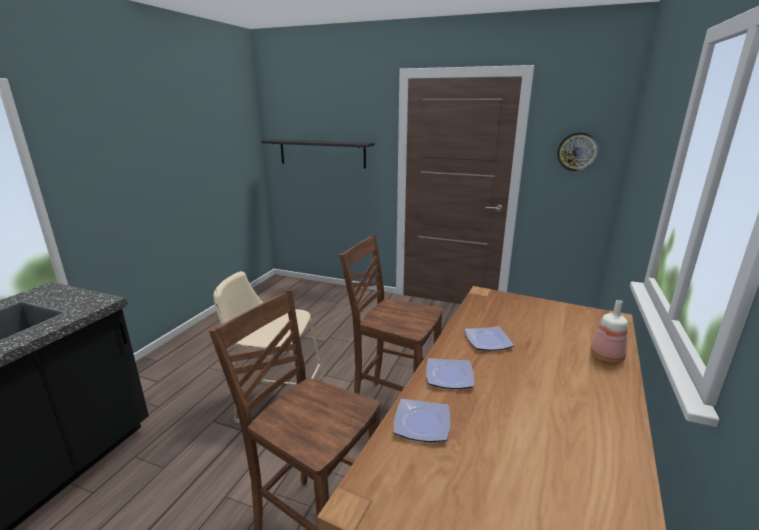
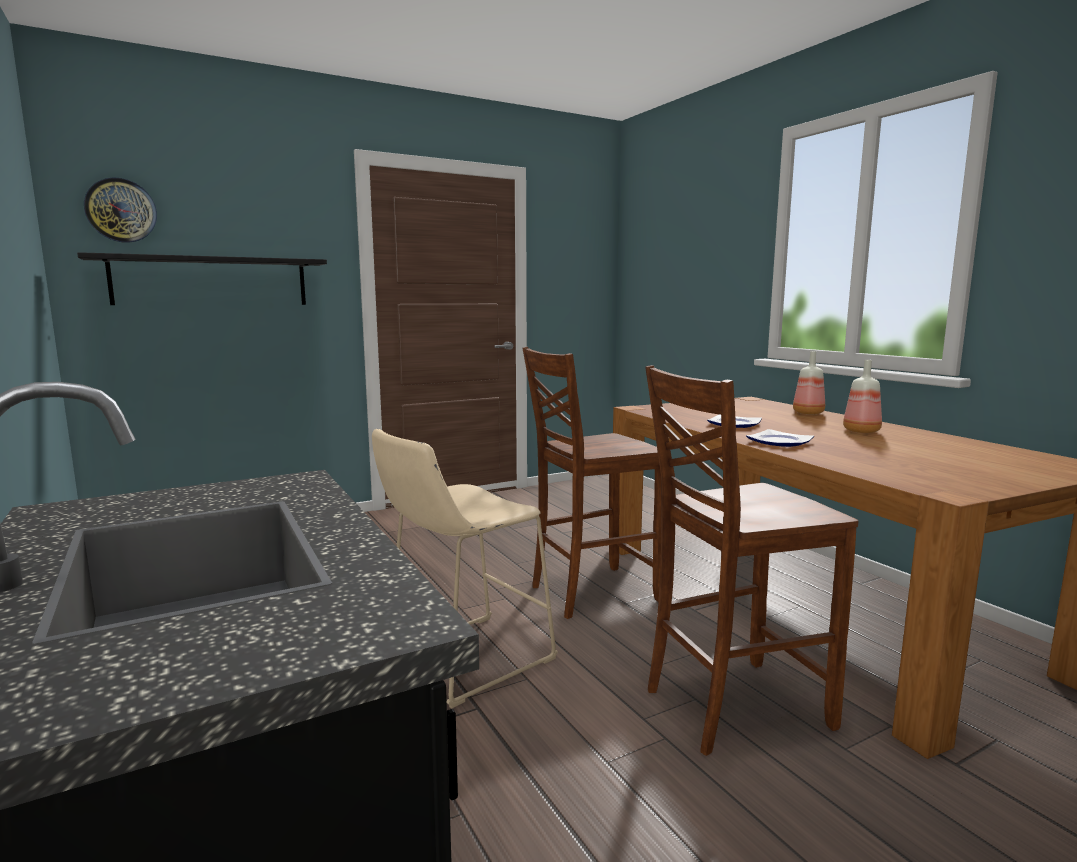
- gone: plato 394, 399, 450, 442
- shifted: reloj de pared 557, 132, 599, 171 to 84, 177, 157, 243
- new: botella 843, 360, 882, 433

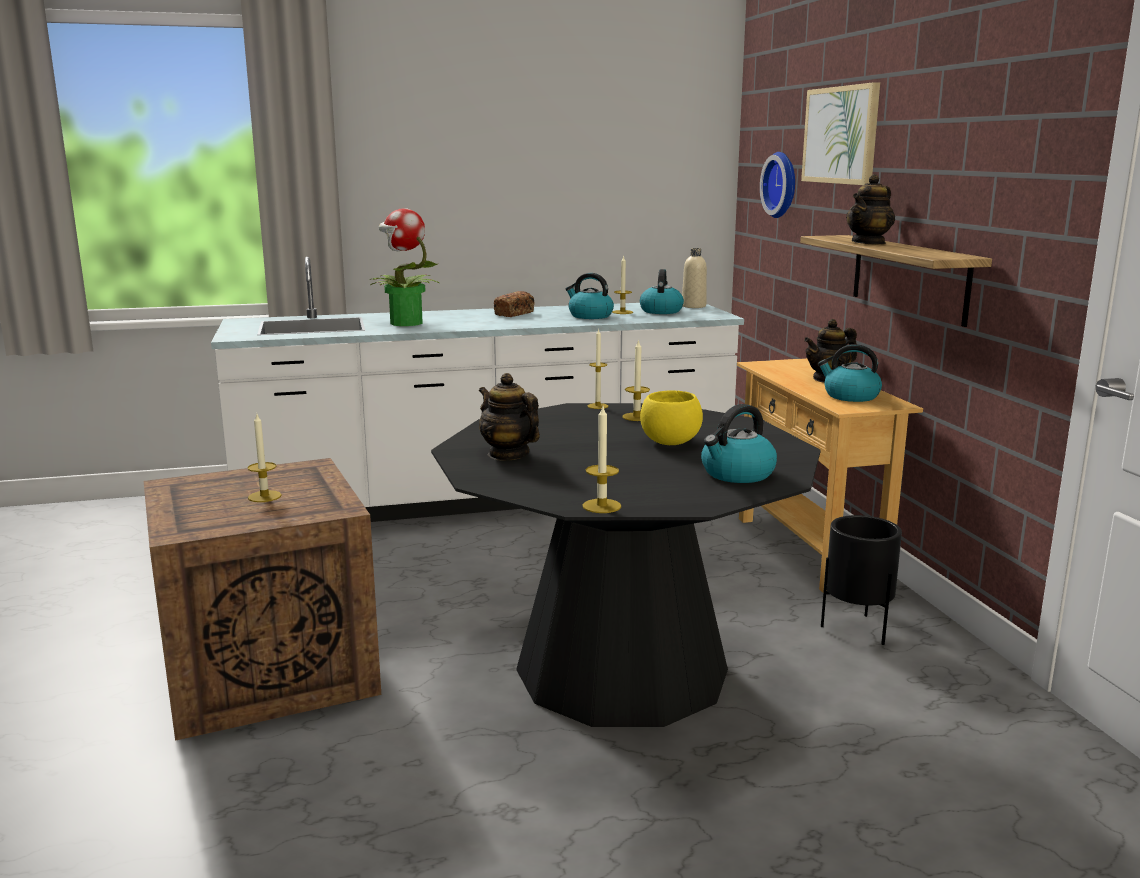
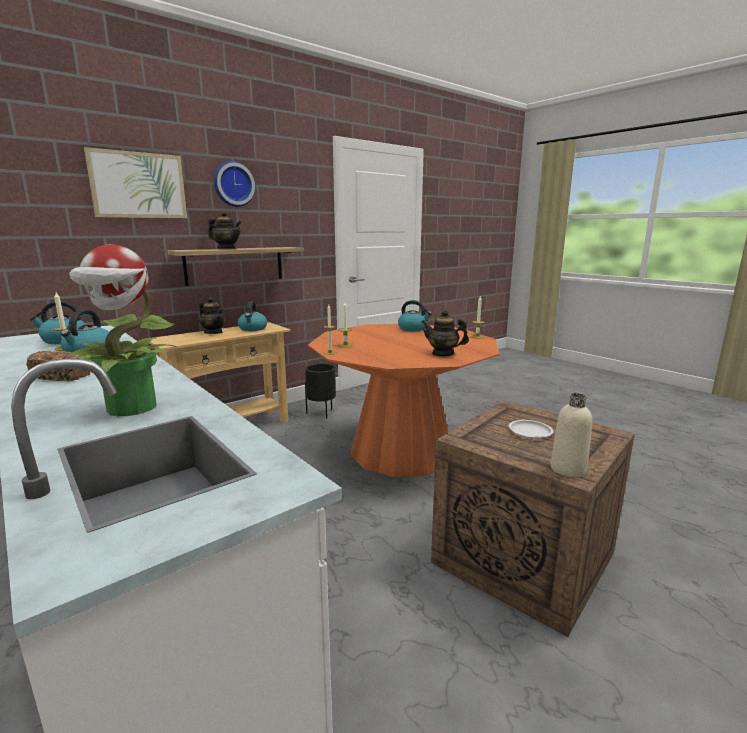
- swapped: vela 247, 414, 282, 502 to plato (blanco) 509, 420, 553, 439
- repainted: mesa de comedor (negro) 431, 403, 821, 727 to mesa de comedor (naranja) 308, 324, 499, 477
- rotated: tetera 479, 373, 540, 461 = 422, 310, 469, 357 90 degrees clockwise
- gone: cuenco (amarillo) 640, 390, 703, 445
- shifted: botella (beis) 682, 248, 707, 308 to 551, 393, 592, 477
- shifted: reloj de pared 760, 152, 795, 218 to 214, 161, 255, 207

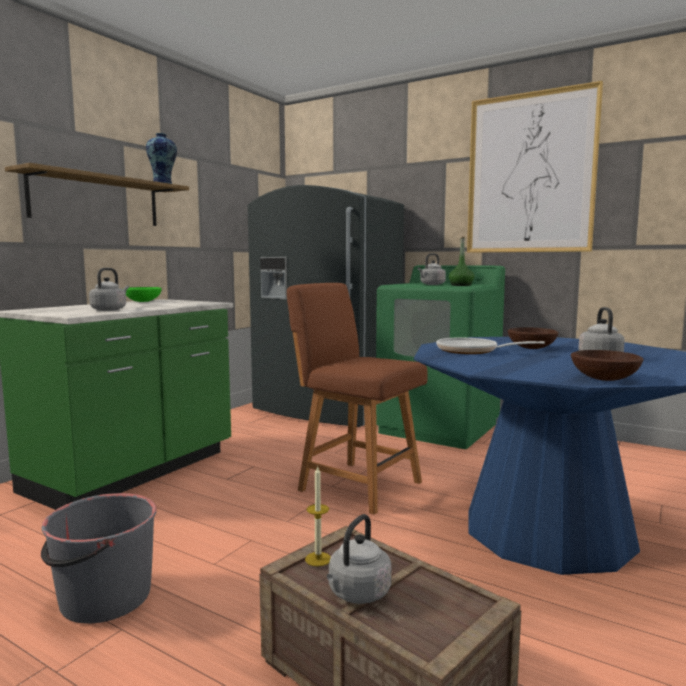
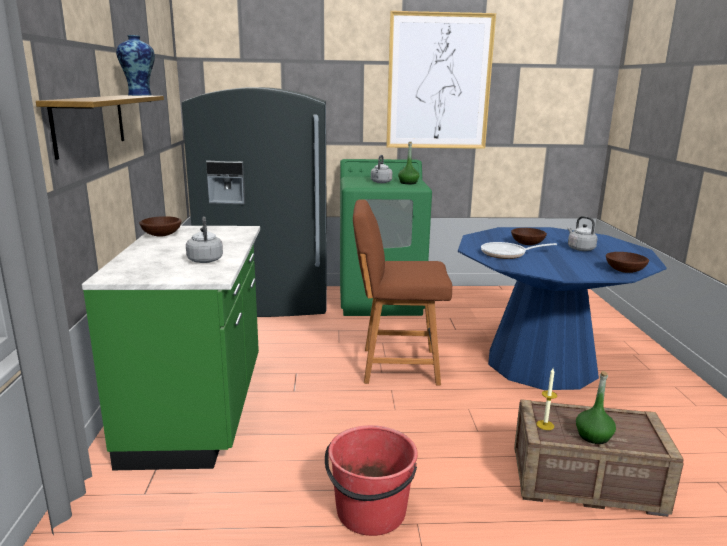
- repainted: cubo (gris) 41, 493, 157, 623 to cubo (rojo) 325, 425, 418, 536
- repainted: cuenco (verde) 126, 287, 162, 302 to cuenco (marrón) 139, 216, 182, 237
- swapped: hervidor (gris) 327, 514, 391, 604 to botella (verde) 576, 371, 616, 444

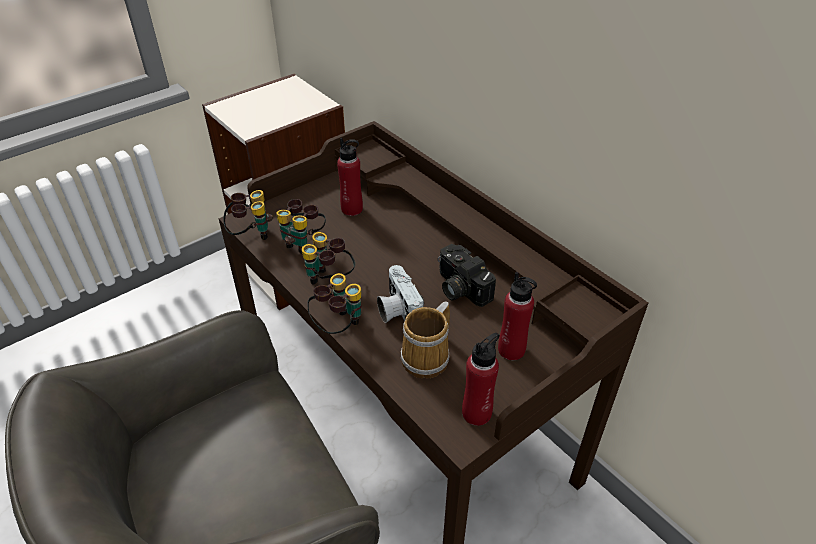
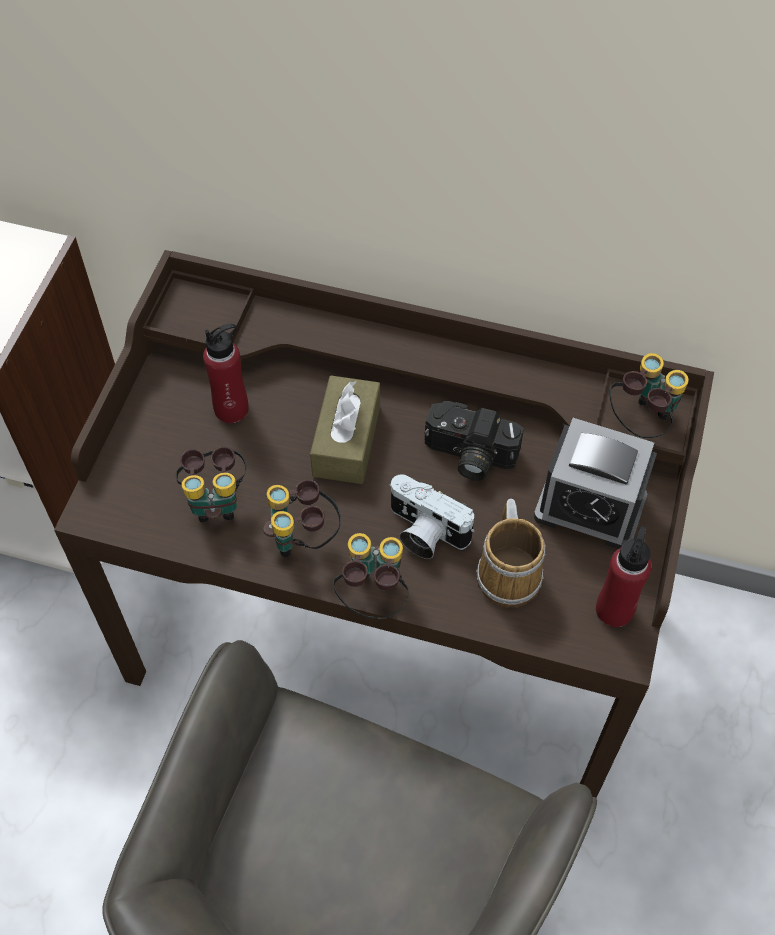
- shifted: prismáticos 223, 190, 273, 240 to 610, 353, 689, 438
- swapped: botella (rojo) 498, 272, 537, 360 to despertador 534, 418, 657, 549
- new: caja de pañuelos (marrón) 310, 376, 380, 484

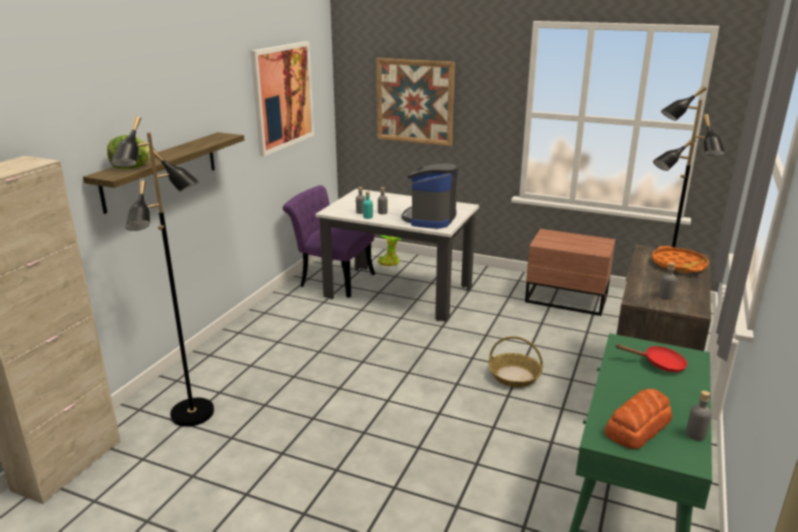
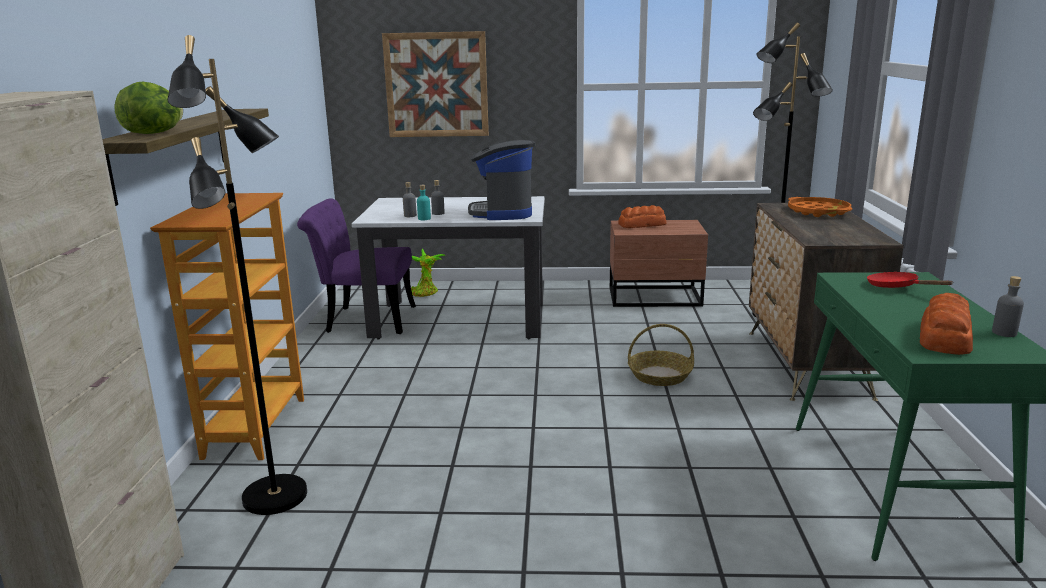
- gone: cuadro 251, 41, 314, 156
- rotated: sartén (rojo) 616, 344, 688, 372 = 867, 272, 954, 288 120 degrees counterclockwise
- gone: botella (gris) 659, 262, 677, 300
- new: estantería 150, 193, 304, 460
- new: pan 618, 205, 666, 228

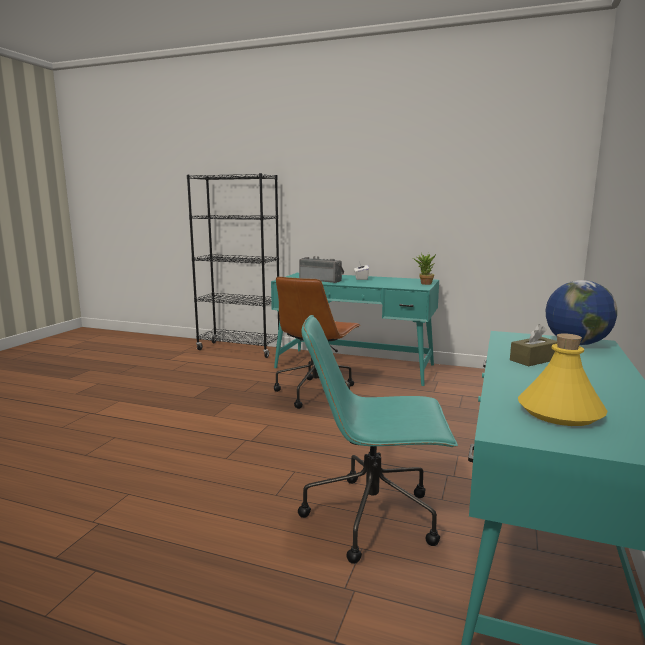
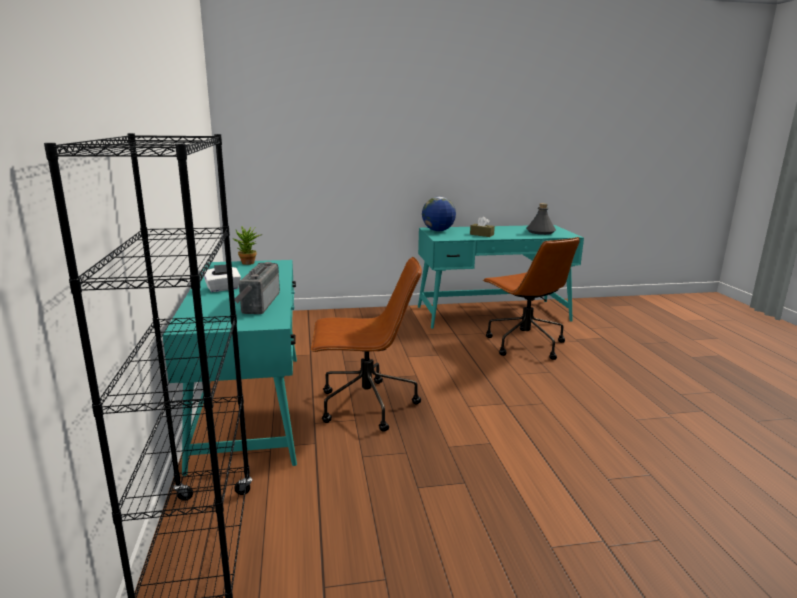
- repainted: silla de oficina (turquesa) 298, 315, 458, 564 to silla de oficina (marrón) 483, 237, 580, 360
- repainted: botella (amarillo) 518, 333, 608, 426 to botella (gris) 526, 203, 556, 235

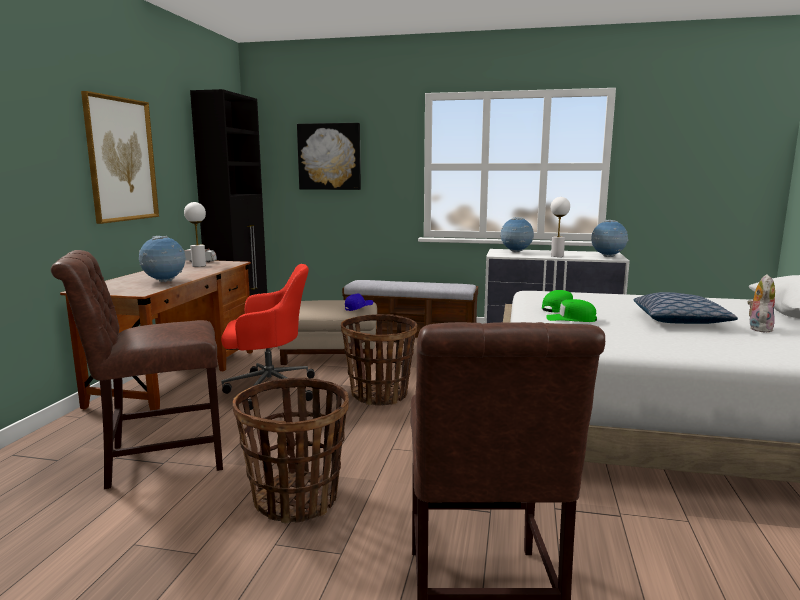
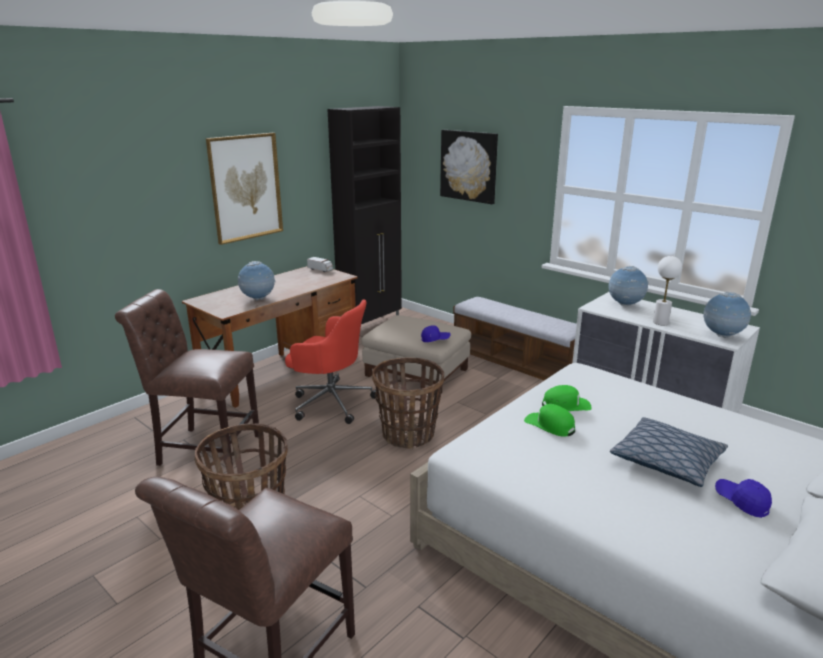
- gone: lámpara de mesa (blanco) 184, 202, 206, 267
- swapped: peluche 748, 274, 775, 333 to gorra (azul) 715, 479, 772, 518

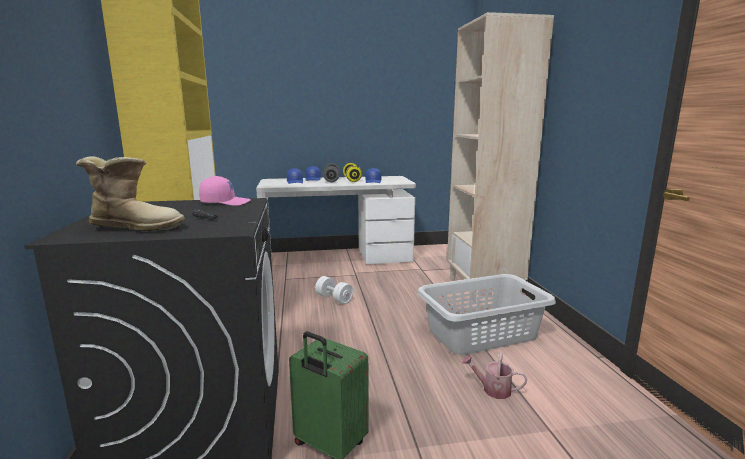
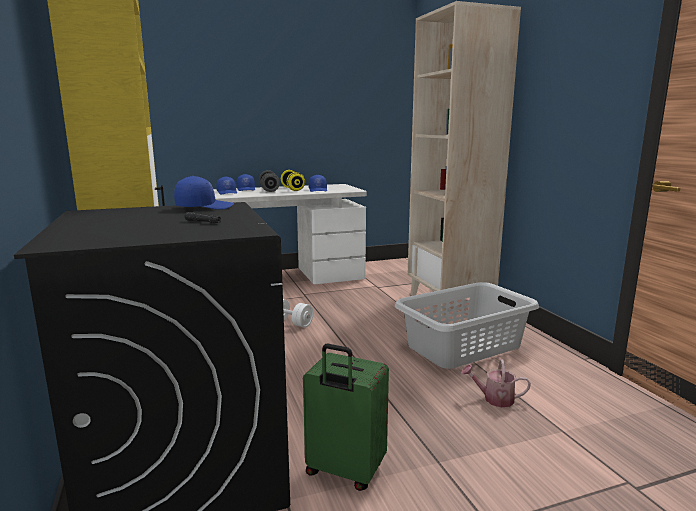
- gone: bota 76, 156, 185, 232
- repainted: gorra (rosa) 199, 176, 251, 206 to gorra (azul) 174, 176, 234, 210

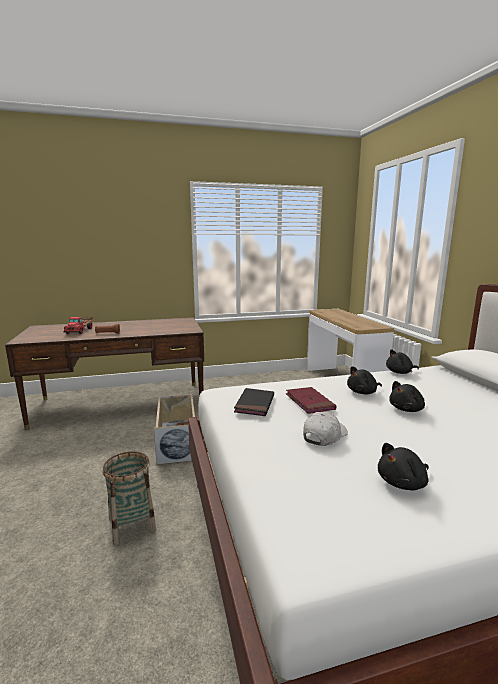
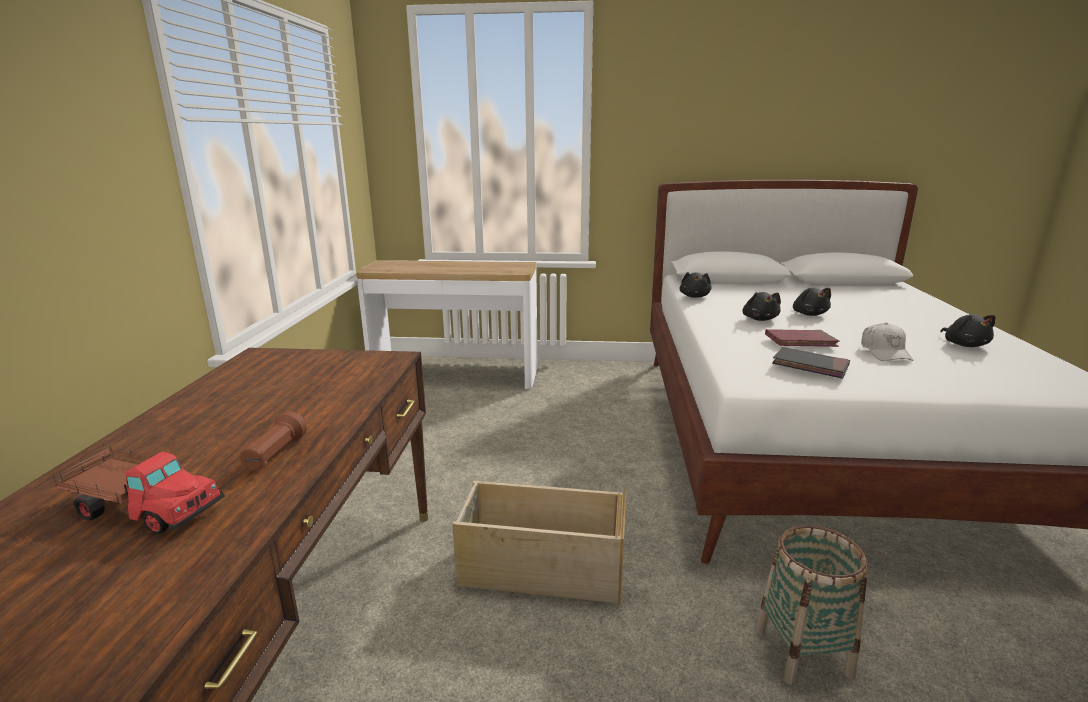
- rotated: gorra (blanco) 303, 412, 348, 446 = 861, 323, 913, 361 150 degrees counterclockwise

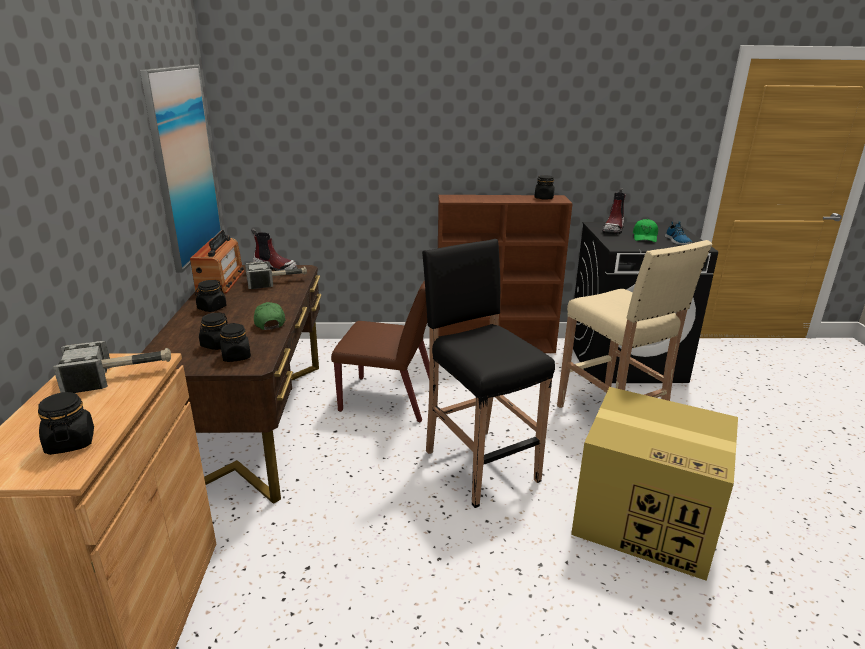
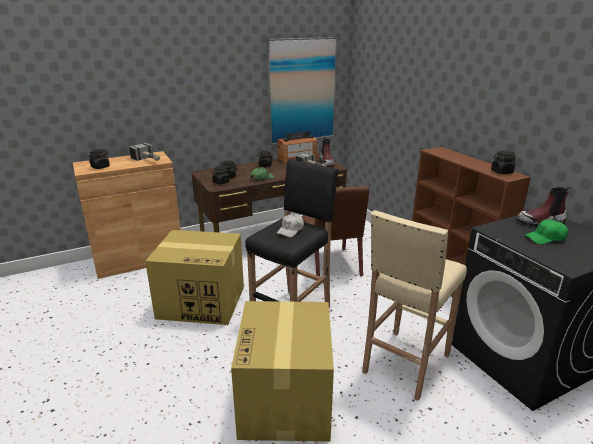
- gone: zapato 665, 221, 693, 245
- new: caja de cartón 145, 230, 244, 325
- new: gorra (blanco) 277, 214, 304, 237

